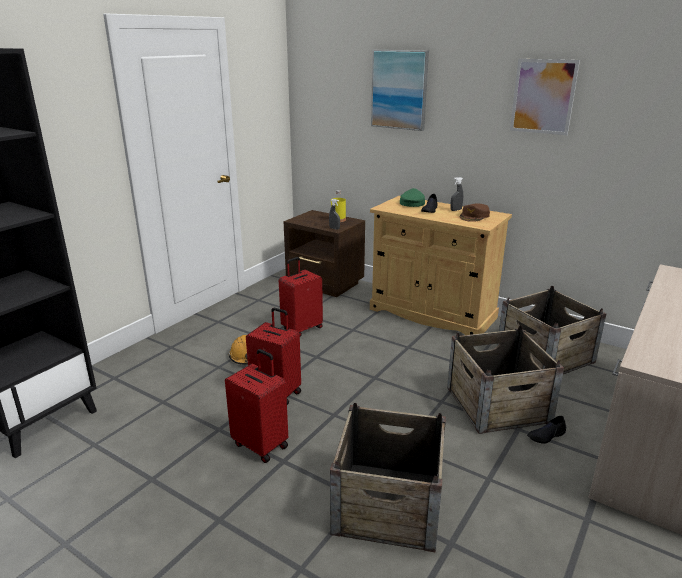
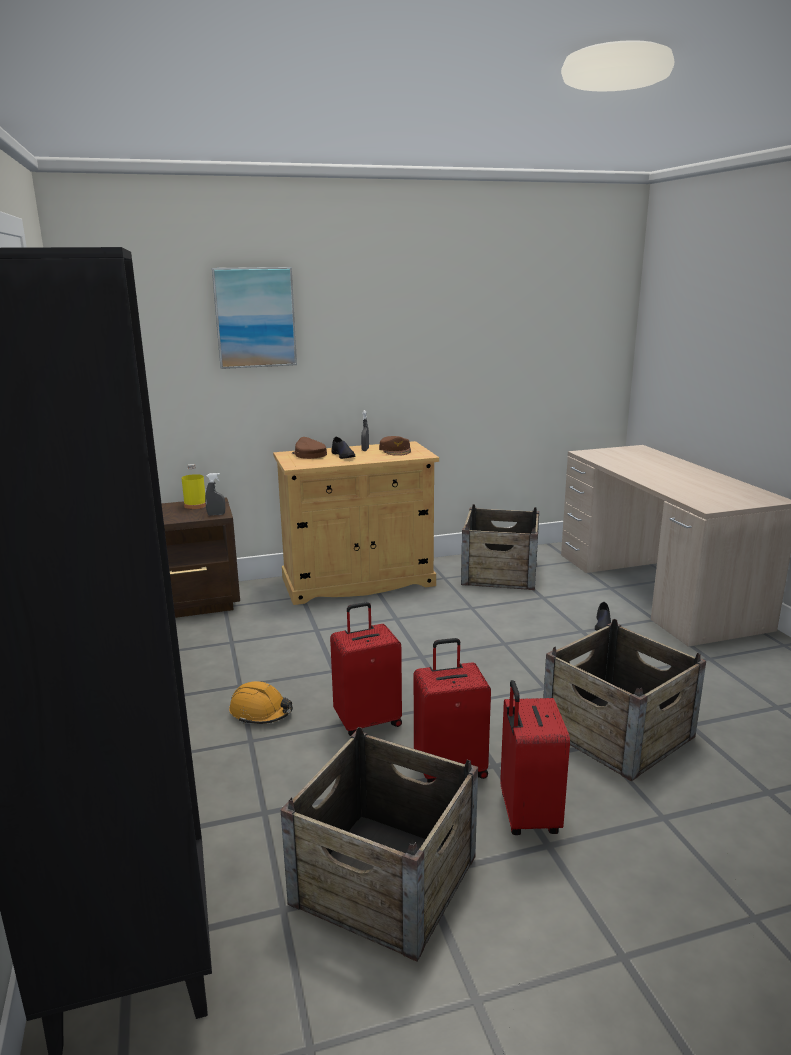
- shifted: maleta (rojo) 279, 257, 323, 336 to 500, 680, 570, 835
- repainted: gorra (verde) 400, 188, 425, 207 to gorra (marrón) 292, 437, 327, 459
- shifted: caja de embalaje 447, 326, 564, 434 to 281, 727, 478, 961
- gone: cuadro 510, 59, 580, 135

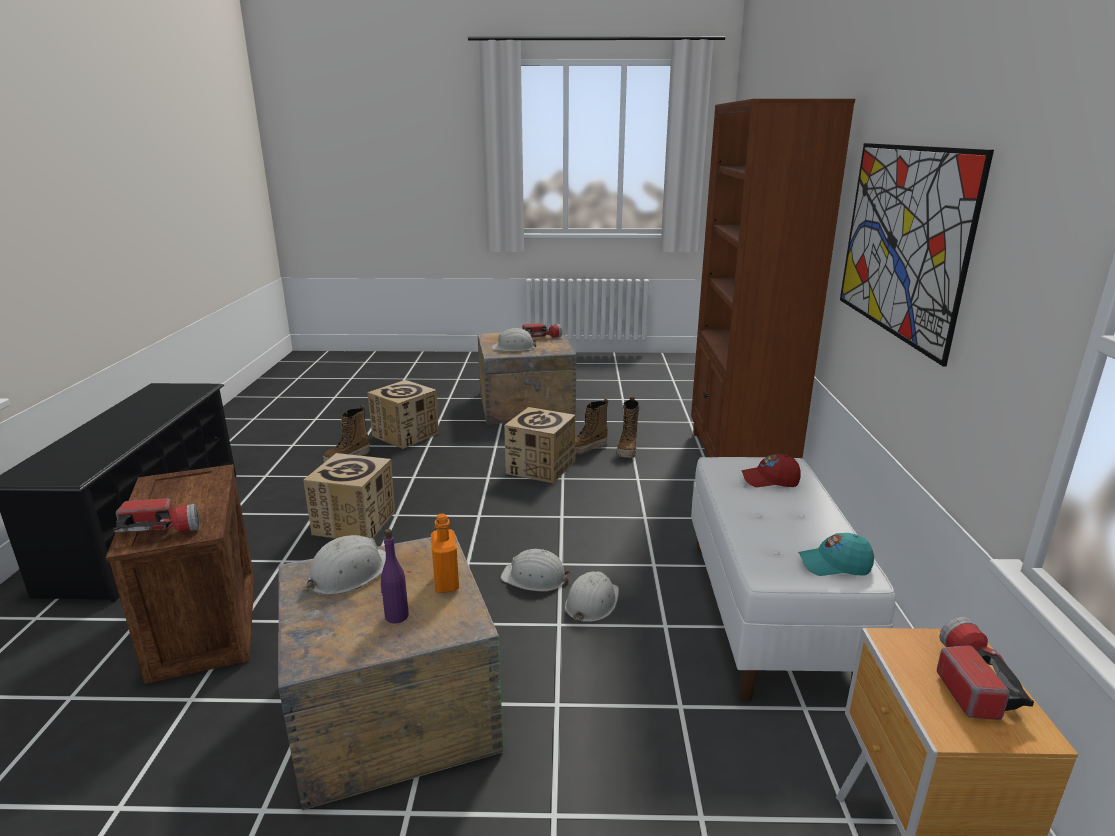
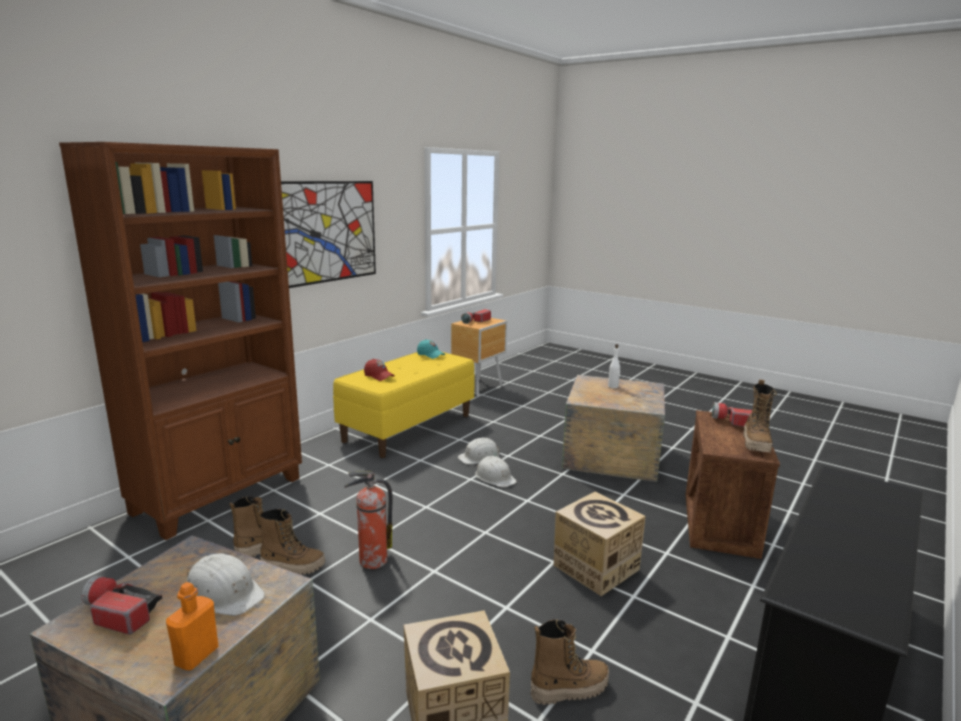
- gone: casco (blanco) 306, 535, 386, 595
- repainted: botella (morado) 381, 529, 409, 624 to botella (blanco) 608, 344, 620, 388
- shifted: botella (naranja) 431, 513, 459, 593 to 166, 582, 219, 670
- swapped: caja de cartón 504, 407, 576, 483 to extintor 344, 471, 393, 569
- repainted: banco (blanco) 691, 457, 895, 702 to banco (amarillo) 333, 352, 475, 458
- new: bota 743, 380, 777, 453

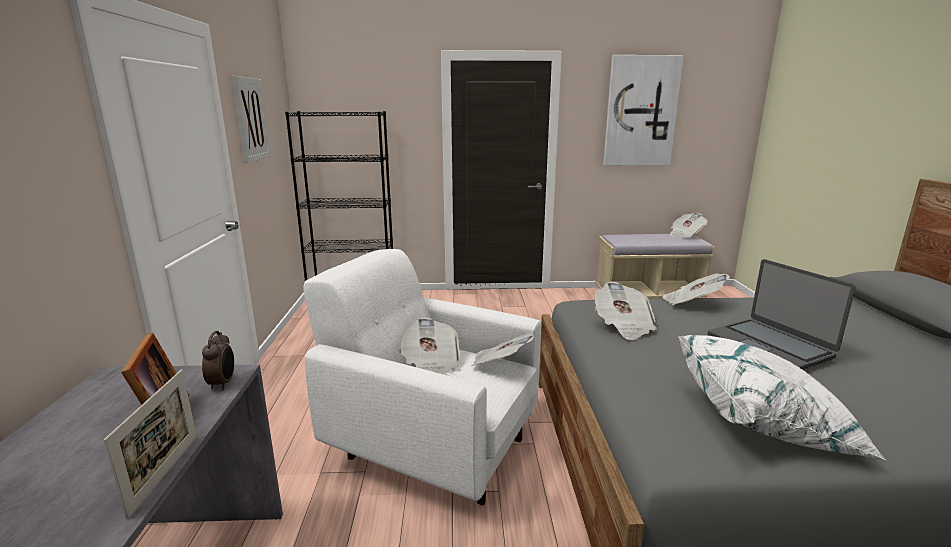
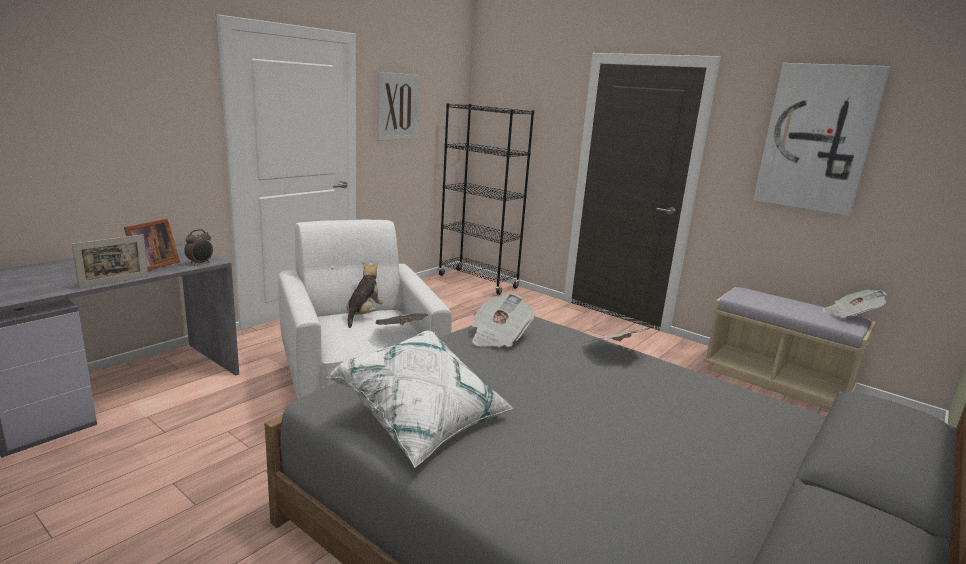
- swapped: periódico 399, 317, 460, 374 to peluche 347, 262, 383, 328
- gone: portátil 708, 259, 856, 370

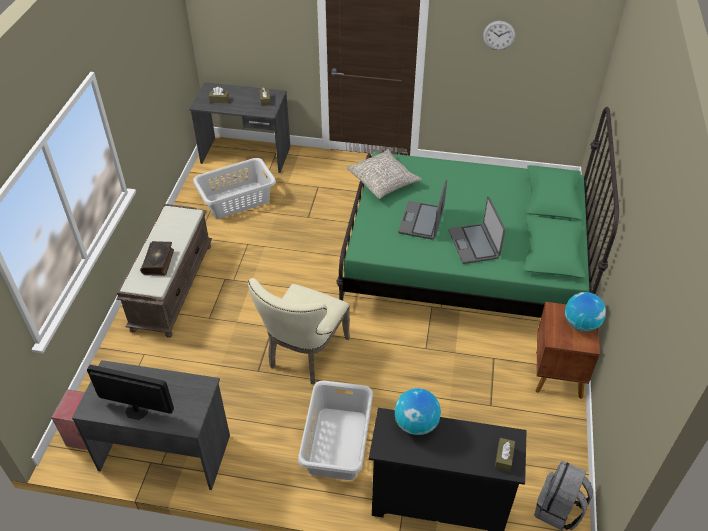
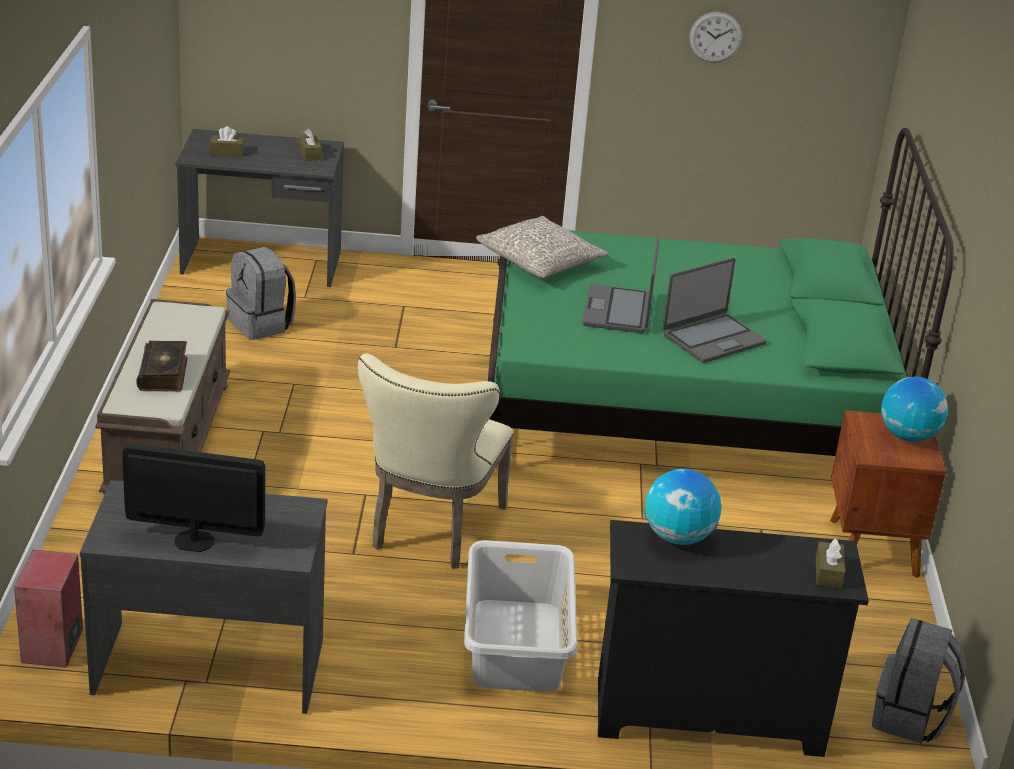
- swapped: cesto de la ropa (gris) 193, 158, 276, 219 to mochila (gris) 226, 247, 296, 340
- rotated: portátil 449, 196, 505, 264 = 663, 258, 767, 363 105 degrees counterclockwise

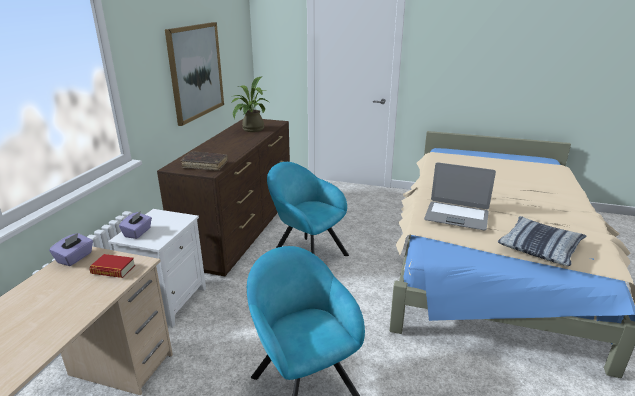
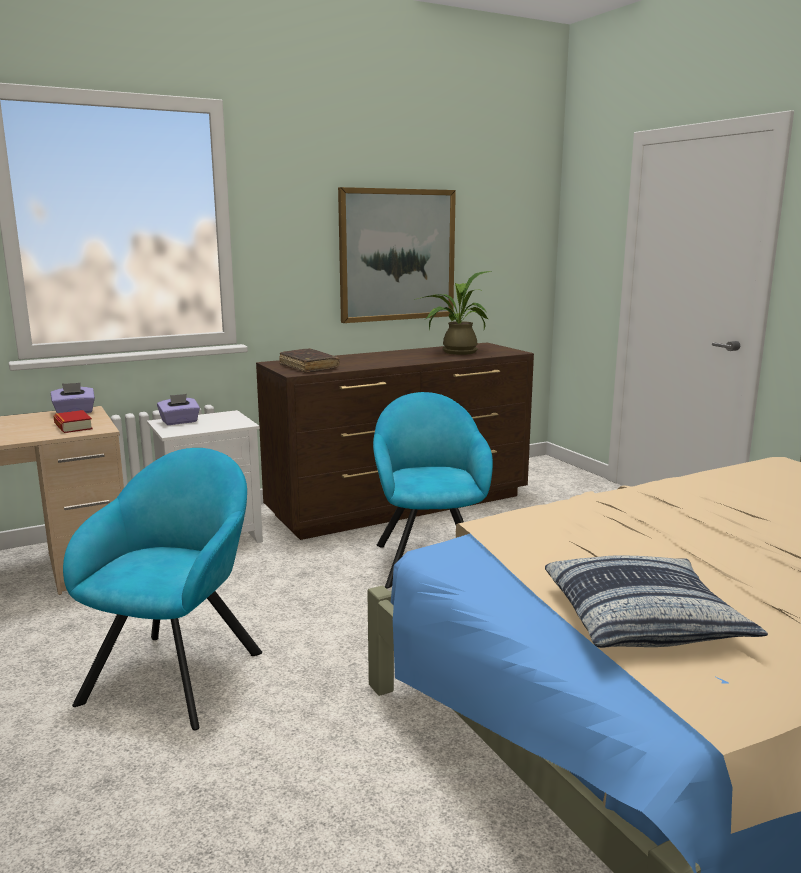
- gone: portátil 424, 162, 496, 230

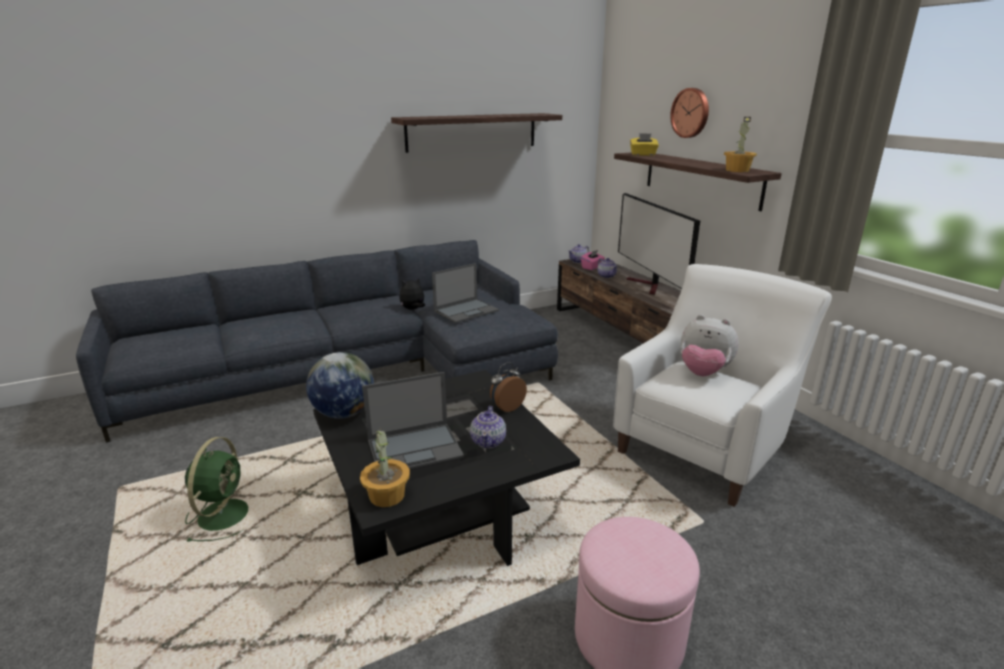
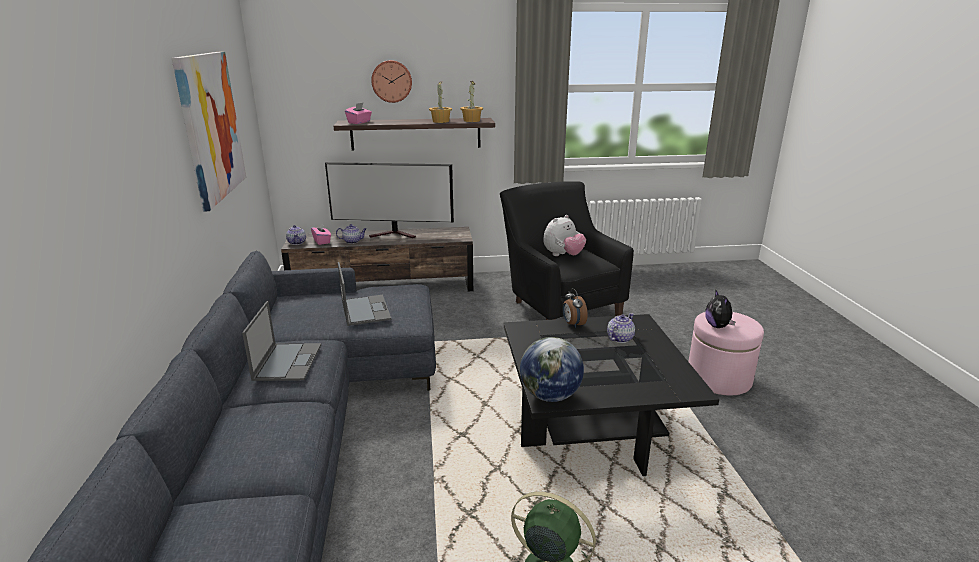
- shifted: planta en maceta 360, 427, 410, 507 to 429, 82, 452, 123
- shifted: portátil 362, 372, 464, 469 to 242, 301, 321, 381
- swapped: estante 391, 113, 562, 153 to cuadro 172, 51, 246, 212
- shifted: peluche 399, 278, 425, 310 to 705, 291, 735, 328
- rotated: tetera 470, 406, 506, 448 = 607, 313, 635, 343 75 degrees counterclockwise
- repainted: sillón (blanco) 613, 264, 832, 507 to sillón (negro) 500, 181, 634, 320
- repainted: caja de pañuelos (amarillo) 630, 133, 659, 156 to caja de pañuelos (rosa) 345, 102, 372, 124

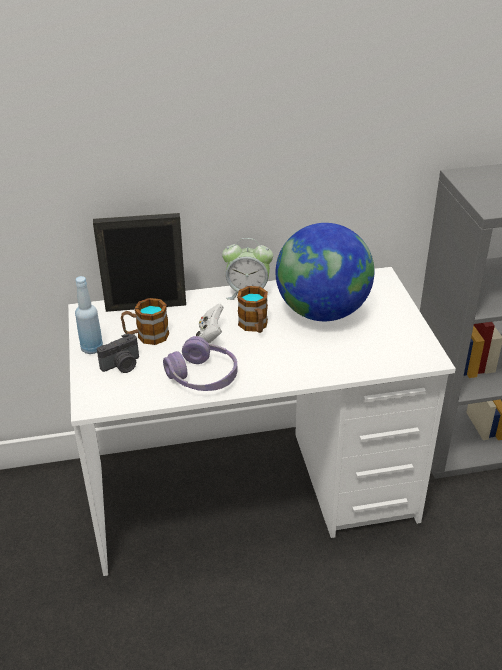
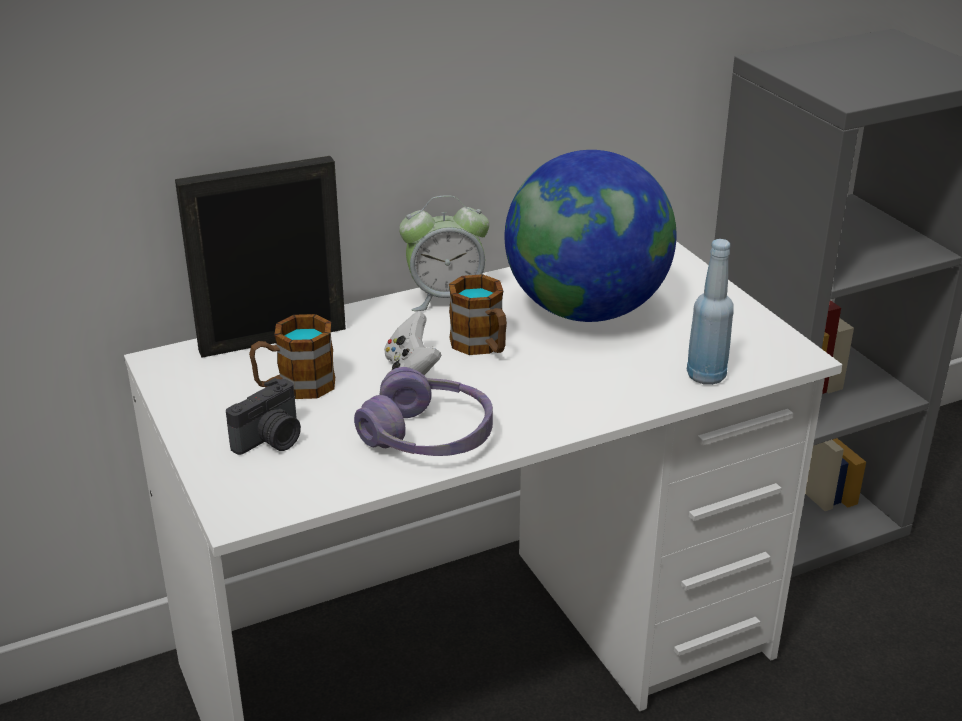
- shifted: botella (azul) 75, 276, 103, 354 to 687, 239, 734, 385

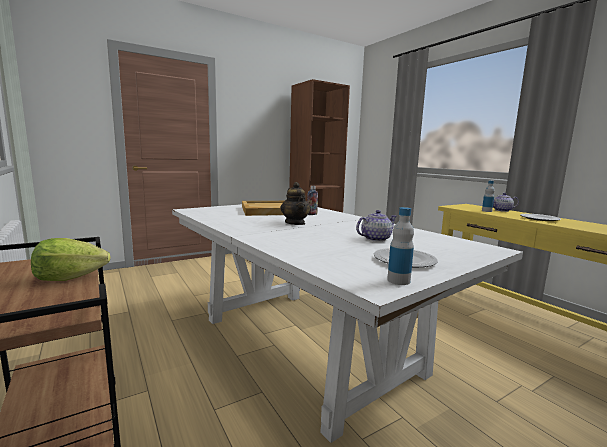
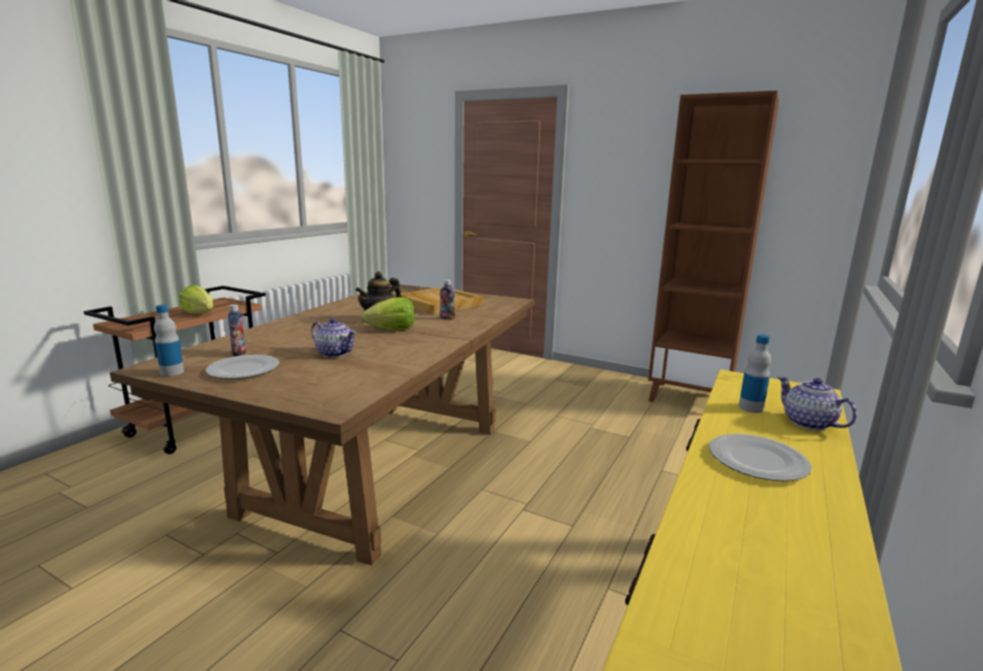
- repainted: mesa de comedor (blanco) 172, 204, 523, 443 to mesa de comedor (marrón) 110, 285, 535, 565
- new: botella 228, 305, 246, 356
- new: lechuga 362, 297, 415, 330

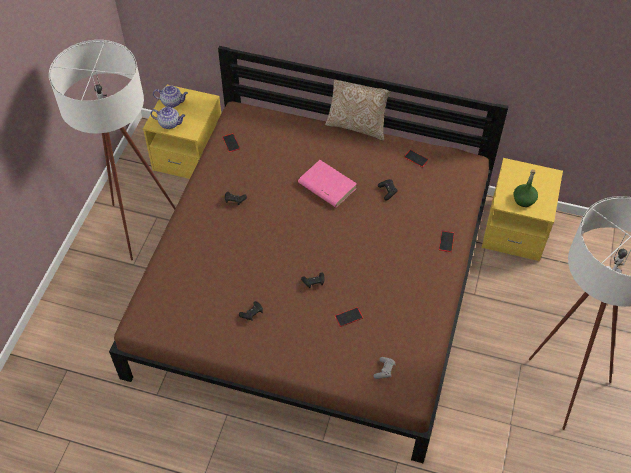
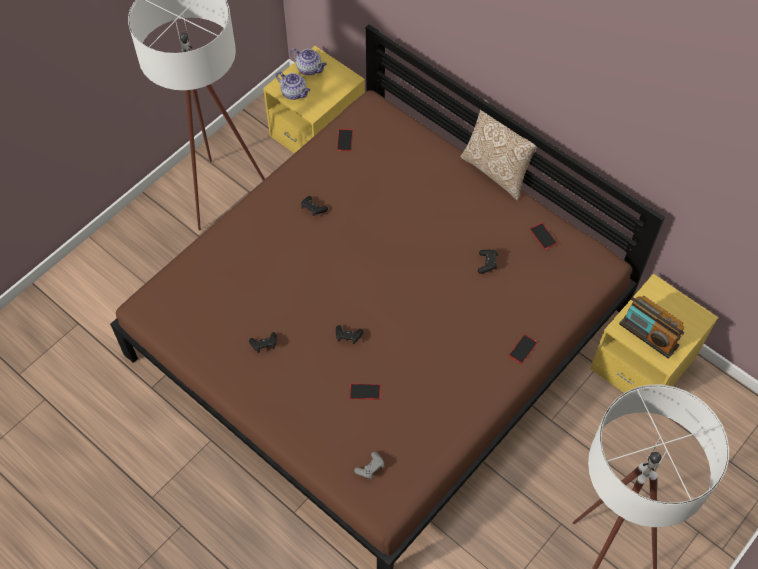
- gone: libro (rosa) 298, 160, 357, 207
- swapped: botella (verde) 514, 169, 538, 207 to radio 619, 296, 684, 359

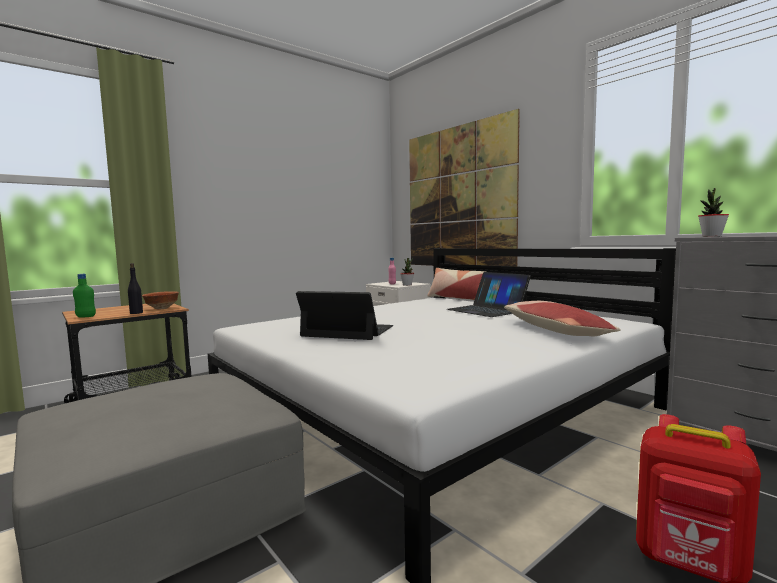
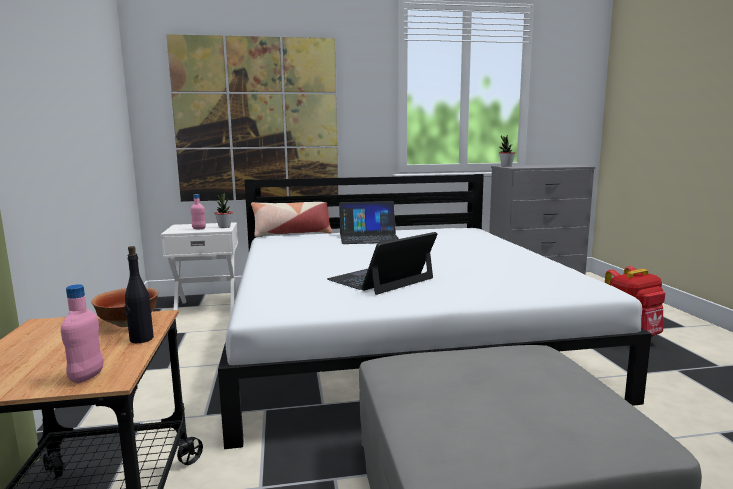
- repainted: botella (verde) 73, 274, 96, 318 to botella (rosa) 61, 284, 104, 383
- gone: cojín 504, 301, 621, 336

